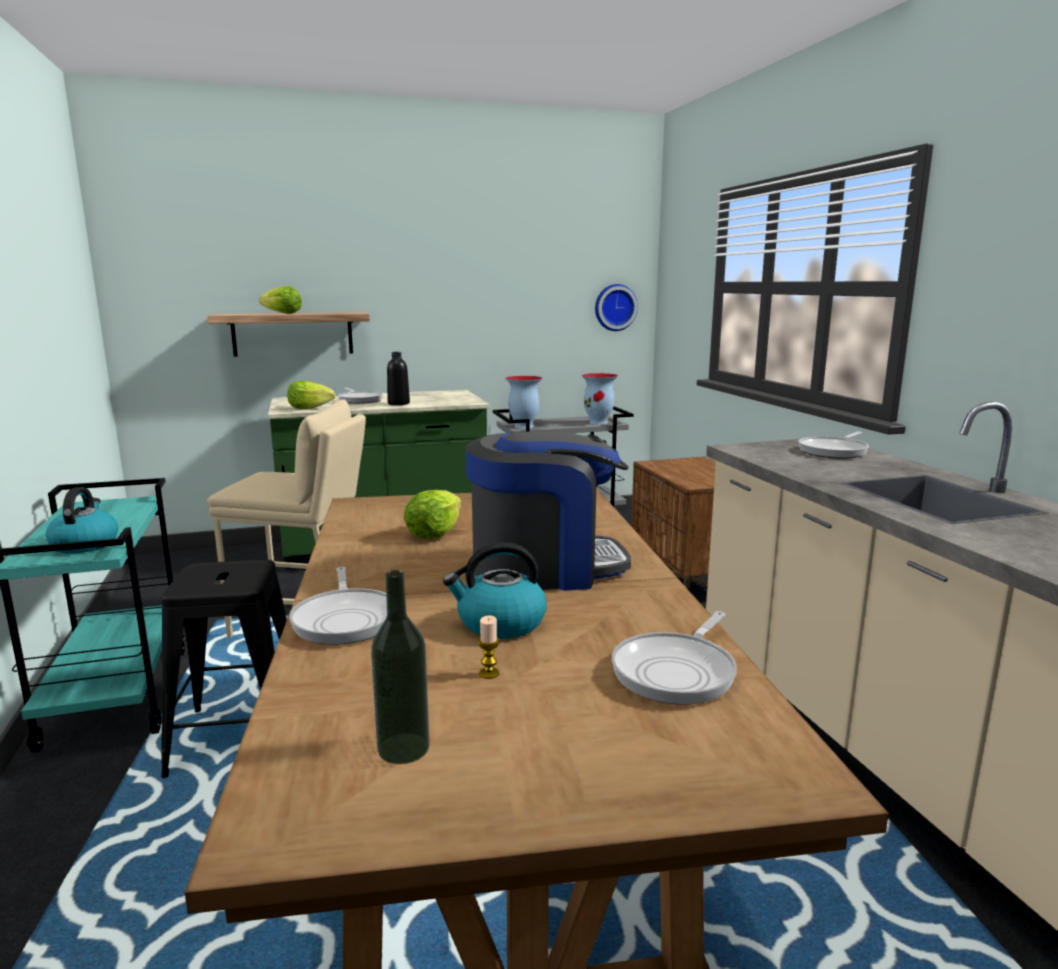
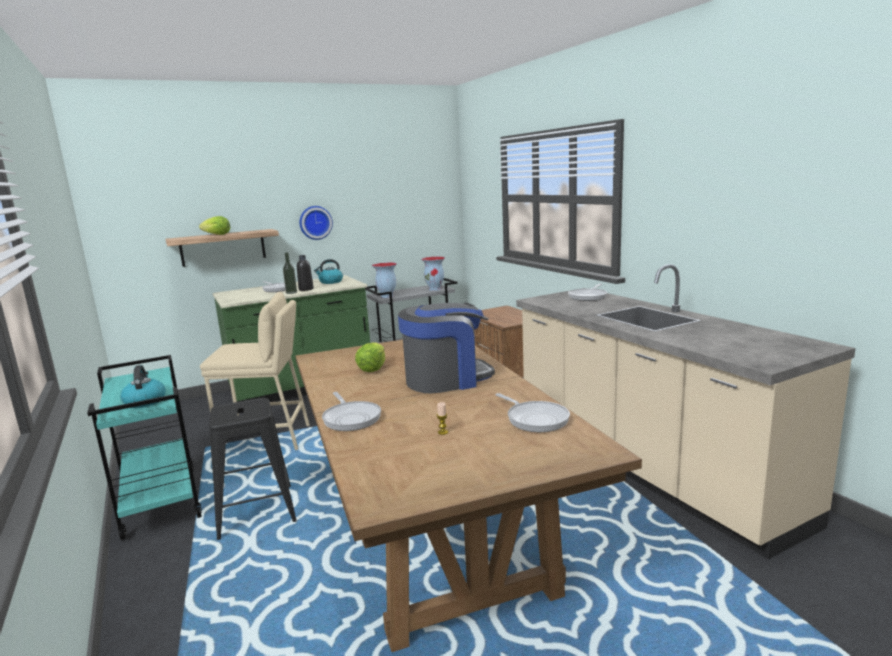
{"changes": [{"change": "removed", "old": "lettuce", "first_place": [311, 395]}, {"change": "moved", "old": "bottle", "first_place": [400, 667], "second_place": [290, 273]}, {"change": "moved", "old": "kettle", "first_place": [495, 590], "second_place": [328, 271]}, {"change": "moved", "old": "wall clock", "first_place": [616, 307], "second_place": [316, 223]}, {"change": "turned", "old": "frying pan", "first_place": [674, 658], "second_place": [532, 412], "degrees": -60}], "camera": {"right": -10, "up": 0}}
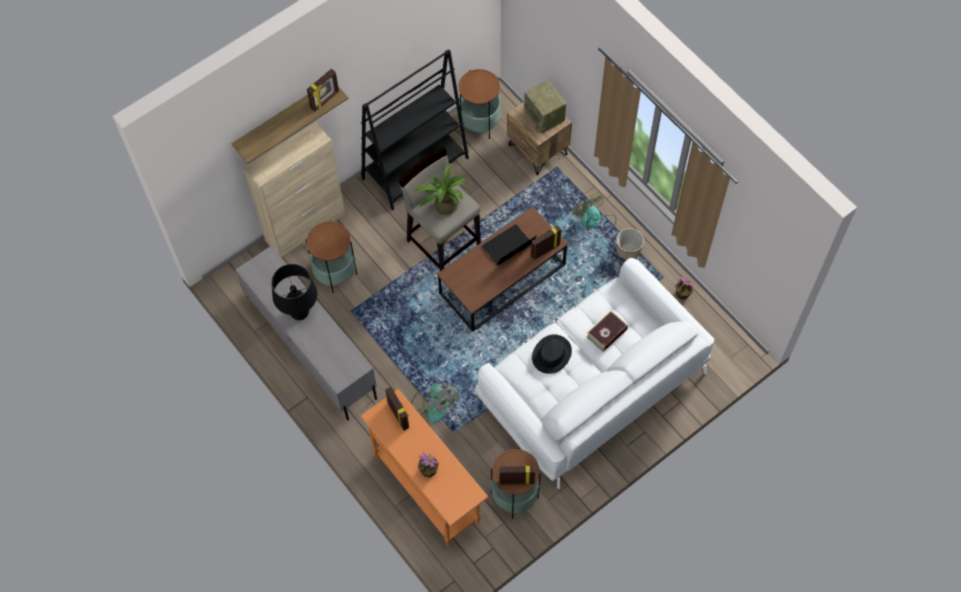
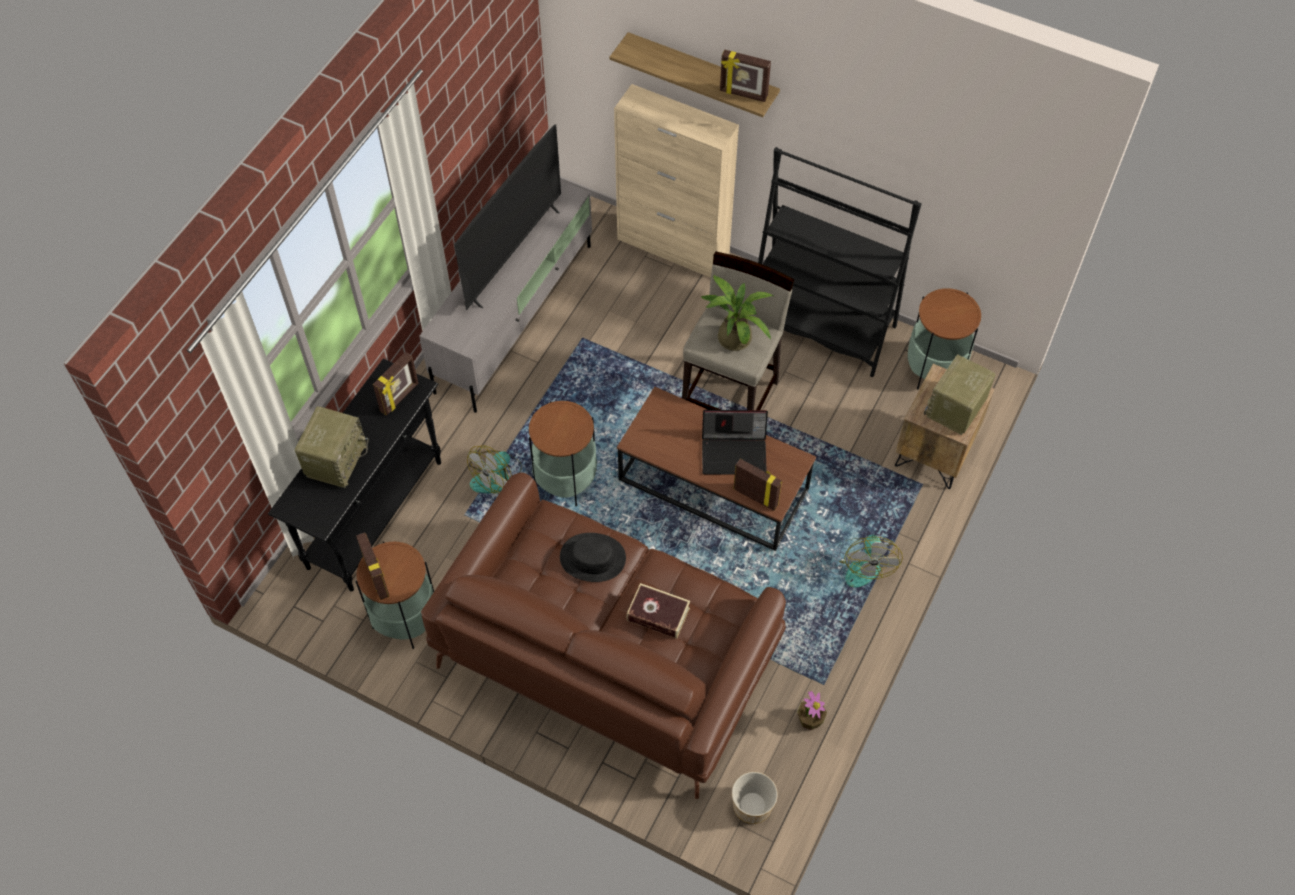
{"changes": [{"change": "replaced", "old": "table lamp in black", "new": "television", "first_place": [294, 292], "second_place": [507, 217]}, {"change": "moved", "old": "side table", "first_place": [331, 257], "second_place": [563, 453]}, {"change": "recoloured", "old": "console table in orange", "new": "console table in black", "first_place": [424, 468], "second_place": [354, 475]}, {"change": "replaced", "old": "potted plant", "new": "radio", "first_place": [428, 465], "second_place": [332, 447]}, {"change": "recoloured", "old": "sofa in white", "new": "sofa in brown", "first_place": [594, 373], "second_place": [603, 635]}, {"change": "turned", "old": "laptop", "first_place": [509, 244], "second_place": [735, 442], "degrees": 150}, {"change": "turned", "old": "fan", "first_place": [594, 215], "second_place": [871, 561], "degrees": 150}, {"change": "moved", "old": "planter", "first_place": [630, 244], "second_place": [755, 798]}], "camera": {"right": 65, "up": -5}}
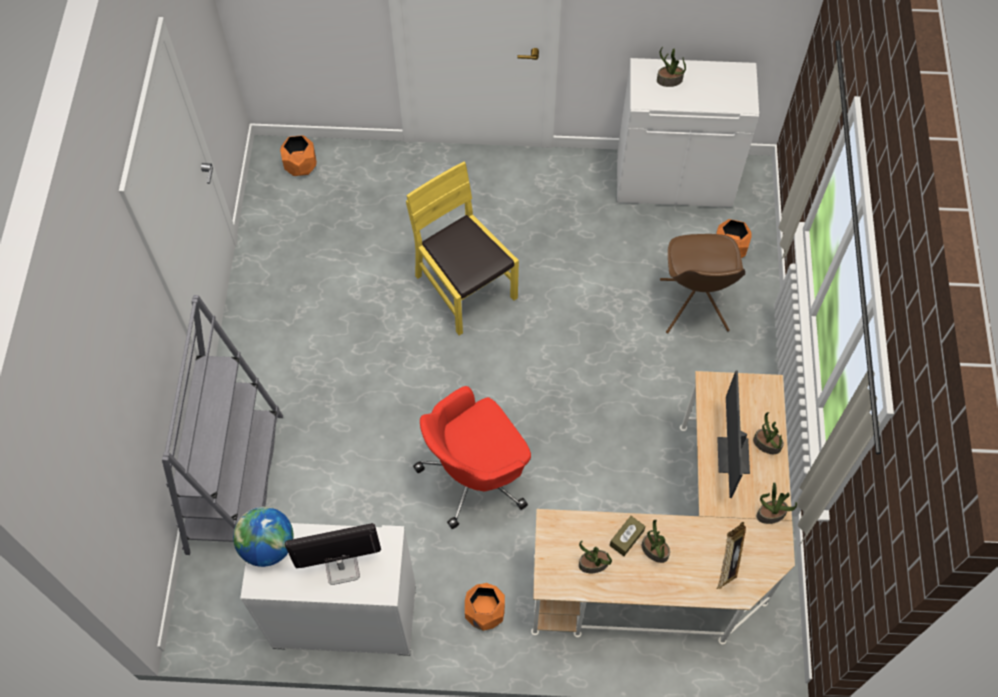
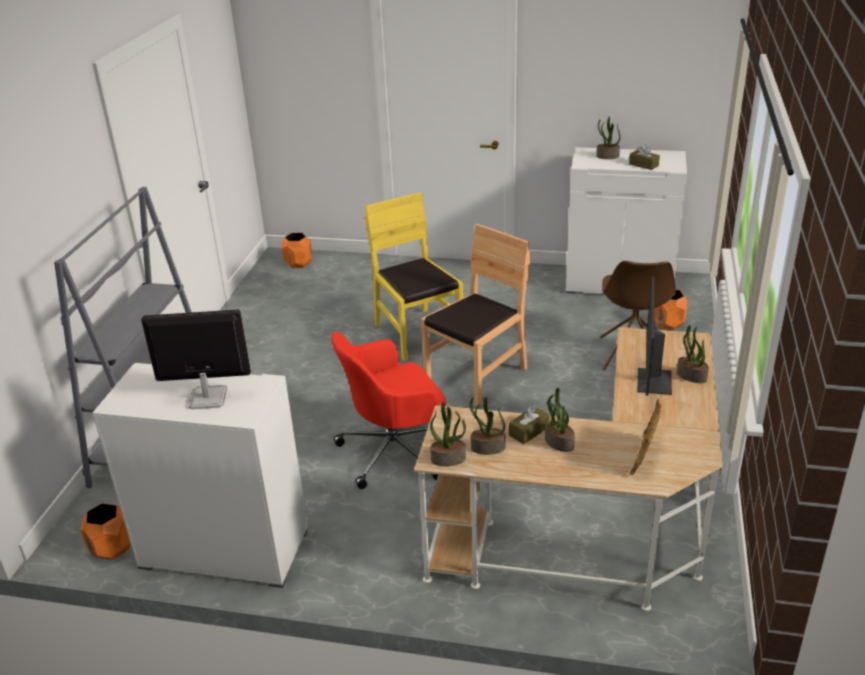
{"changes": [{"change": "removed", "old": "globe", "first_place": [263, 537]}, {"change": "moved", "old": "planter in orange", "first_place": [485, 607], "second_place": [105, 531]}, {"change": "moved", "old": "potted plant", "first_place": [777, 503], "second_place": [448, 433]}, {"change": "added", "new": "chair in brown", "second_place": [476, 315]}, {"change": "added", "new": "tissue box in brown", "second_place": [644, 157]}], "camera": {"right": 10, "up": -30}}
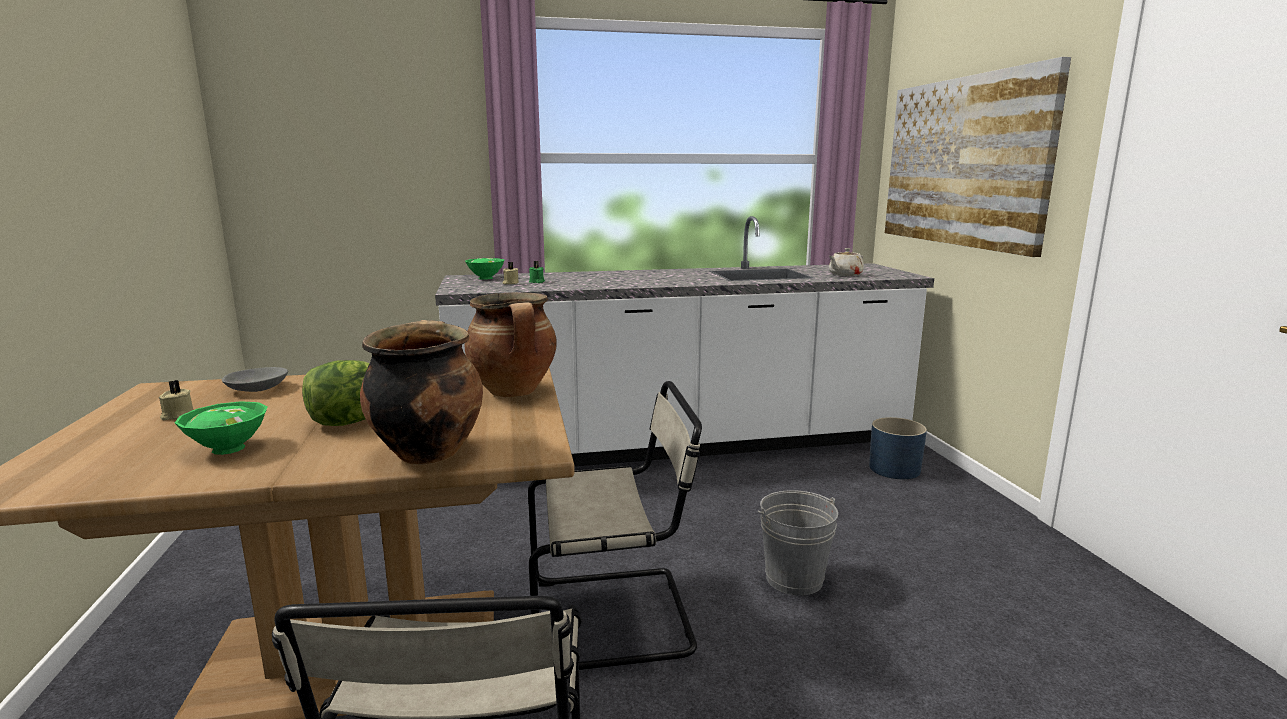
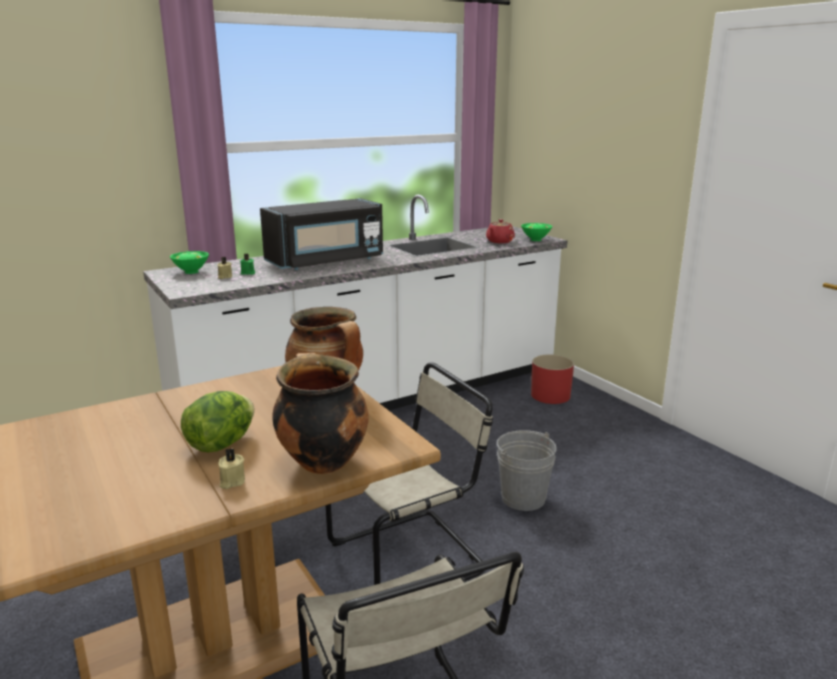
{"changes": [{"change": "moved", "old": "candle in beige", "first_place": [176, 400], "second_place": [231, 468]}, {"change": "moved", "old": "bowl in green", "first_place": [221, 428], "second_place": [536, 232]}, {"change": "removed", "old": "bowl in grey", "first_place": [255, 379]}, {"change": "recoloured", "old": "teapot in beige", "new": "teapot in red", "first_place": [846, 262], "second_place": [500, 231]}, {"change": "recoloured", "old": "planter in blue", "new": "planter in red", "first_place": [898, 448], "second_place": [552, 379]}, {"change": "removed", "old": "picture", "first_place": [978, 157]}, {"change": "added", "new": "microwave in black", "second_place": [321, 234]}], "camera": {"right": -20, "up": 5}}
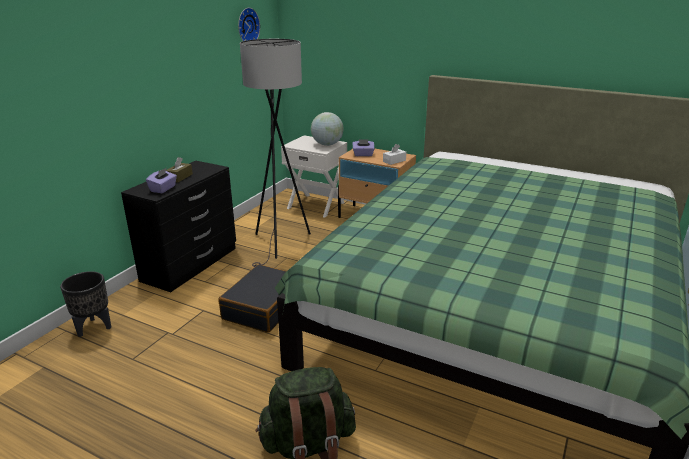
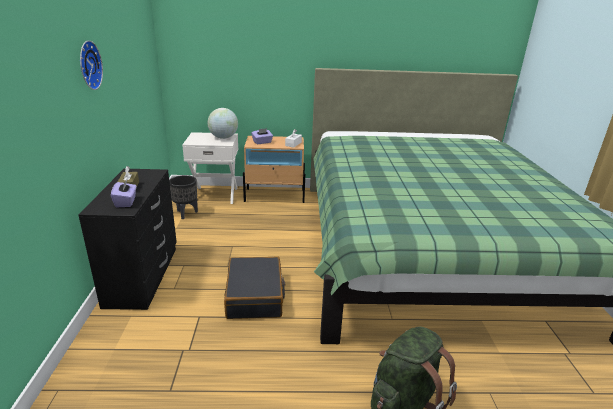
{"changes": [{"change": "moved", "old": "planter in black", "first_place": [85, 304], "second_place": [183, 197]}, {"change": "moved", "old": "wall clock", "first_place": [249, 24], "second_place": [91, 65]}, {"change": "removed", "old": "floor lamp in grey", "first_place": [275, 153]}], "camera": {"right": -30, "up": 0}}
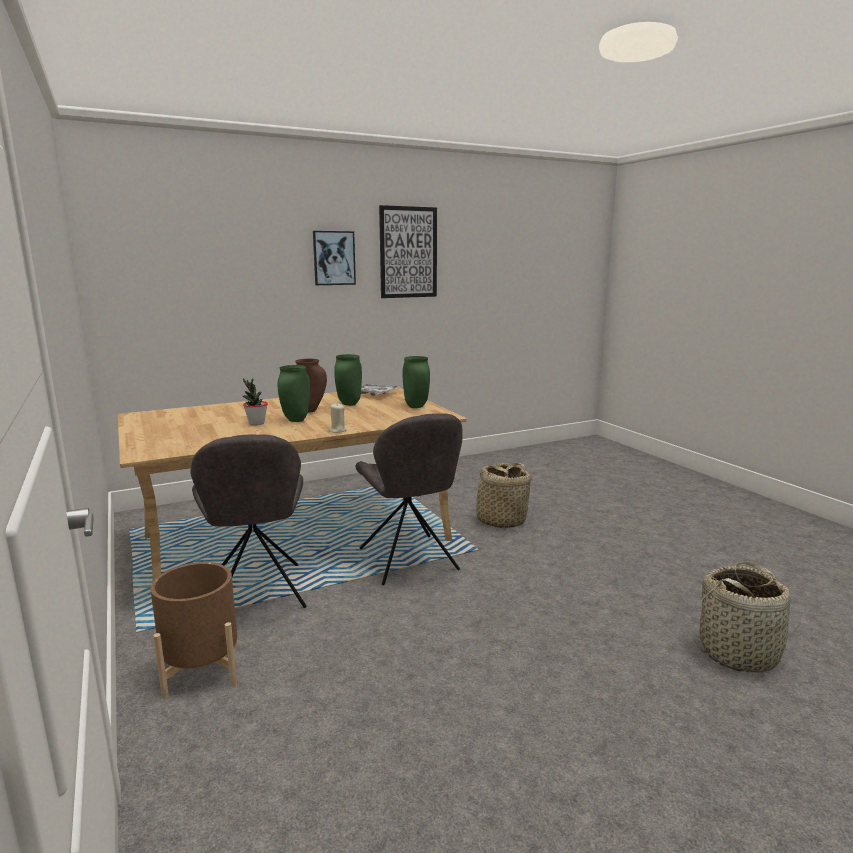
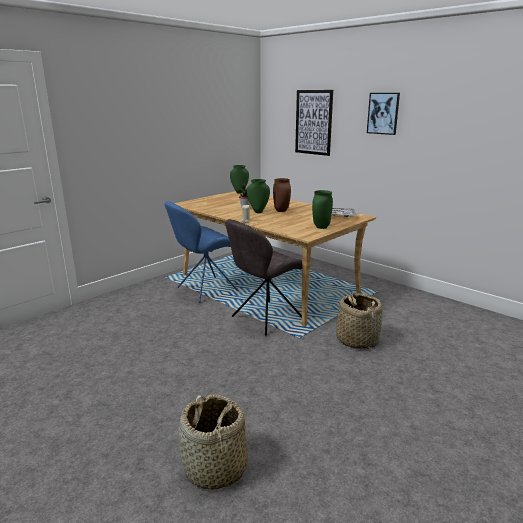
{"changes": [{"change": "removed", "old": "planter in brown", "first_place": [194, 630]}, {"change": "recoloured", "old": "chair in grey", "new": "chair in blue", "first_place": [248, 521], "second_place": [201, 252]}, {"change": "moved", "old": "vase in green", "first_place": [348, 380], "second_place": [239, 179]}, {"change": "moved", "old": "picture", "first_place": [408, 251], "second_place": [314, 123]}], "camera": {"right": 70, "up": 5}}
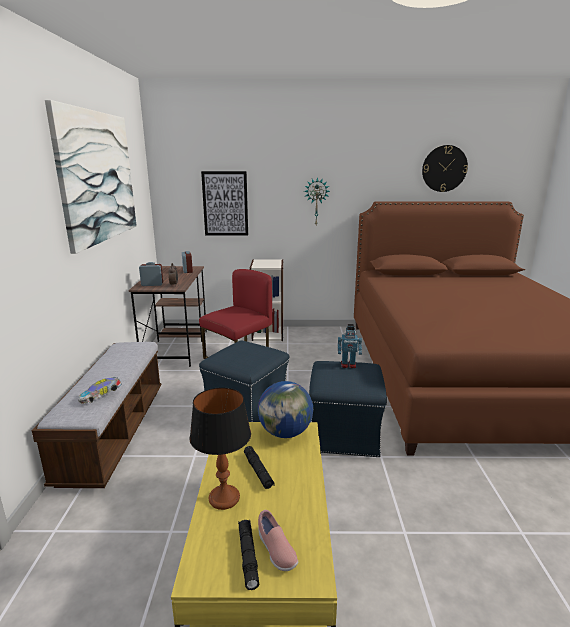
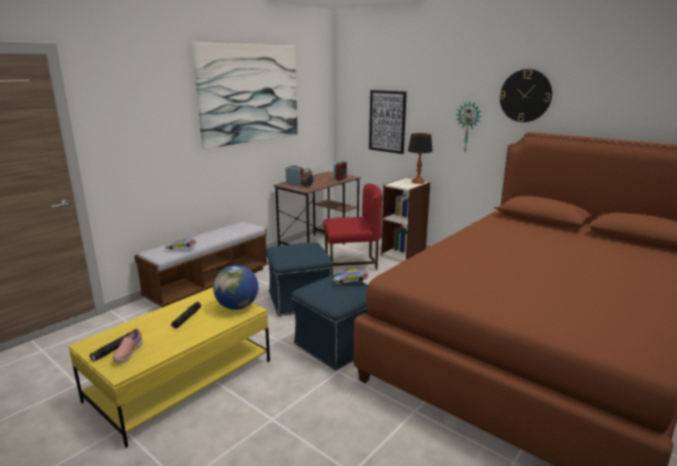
{"changes": [{"change": "moved", "old": "table lamp", "first_place": [220, 448], "second_place": [420, 158]}, {"change": "replaced", "old": "toy robot", "new": "toy car", "first_place": [350, 346], "second_place": [351, 277]}, {"change": "moved", "old": "wall clock", "first_place": [445, 168], "second_place": [525, 95]}], "camera": {"right": 40, "up": 0}}
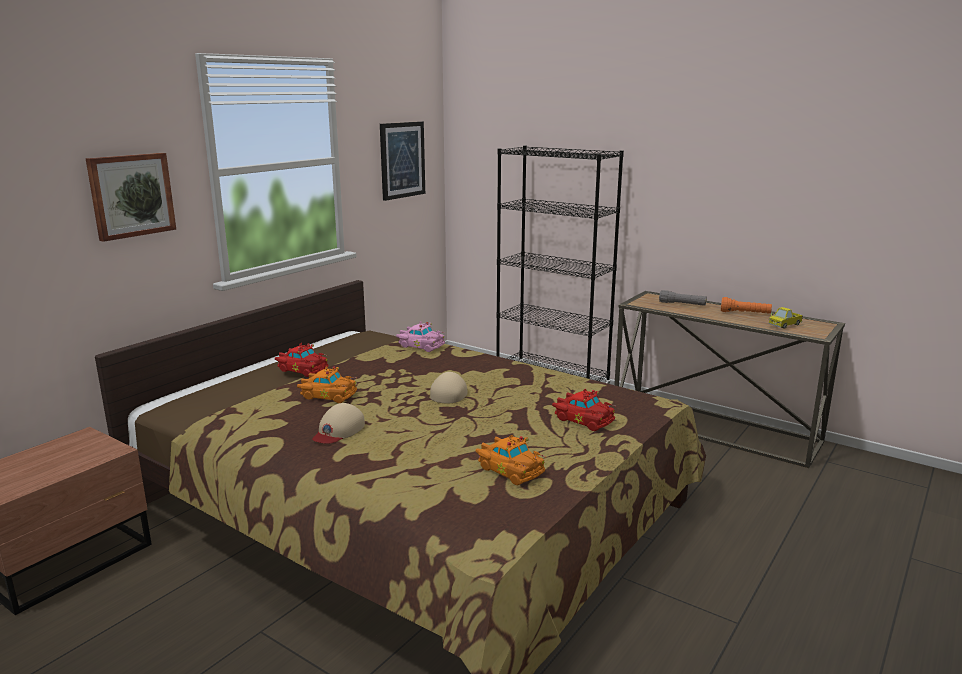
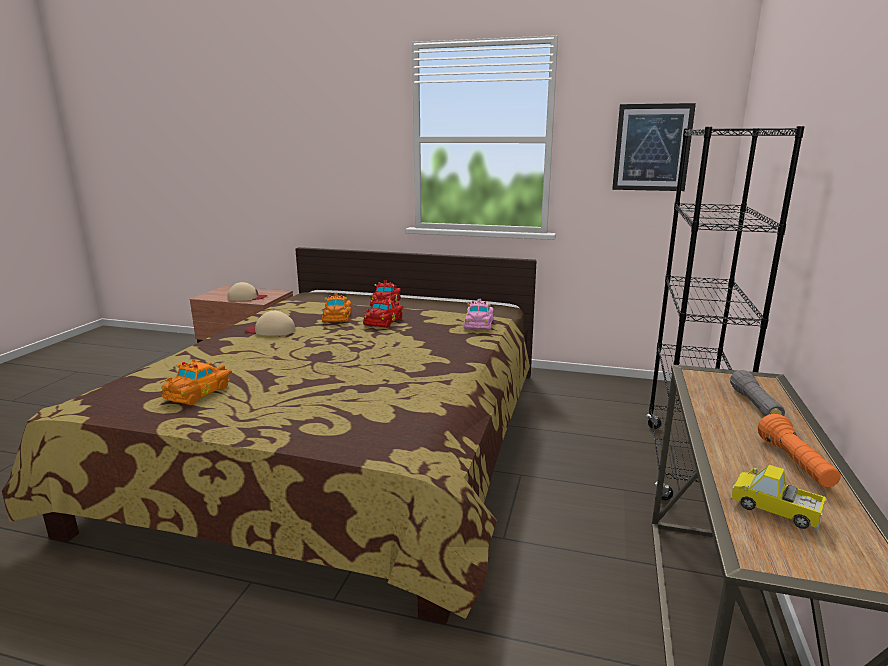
{"changes": [{"change": "removed", "old": "picture", "first_place": [131, 197]}, {"change": "moved", "old": "cap in beige", "first_place": [449, 387], "second_place": [248, 291]}, {"change": "moved", "old": "toy car in red", "first_place": [584, 410], "second_place": [383, 312]}], "camera": {"right": 70, "up": 0}}
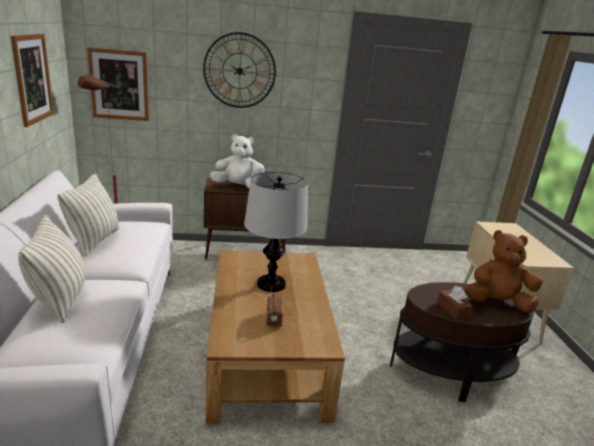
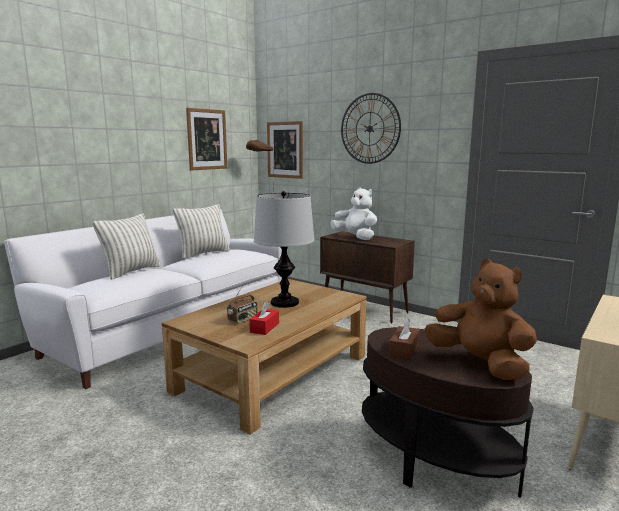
{"changes": [{"change": "added", "new": "tissue box in red", "second_place": [264, 318]}], "camera": {"right": 45, "up": -10}}
